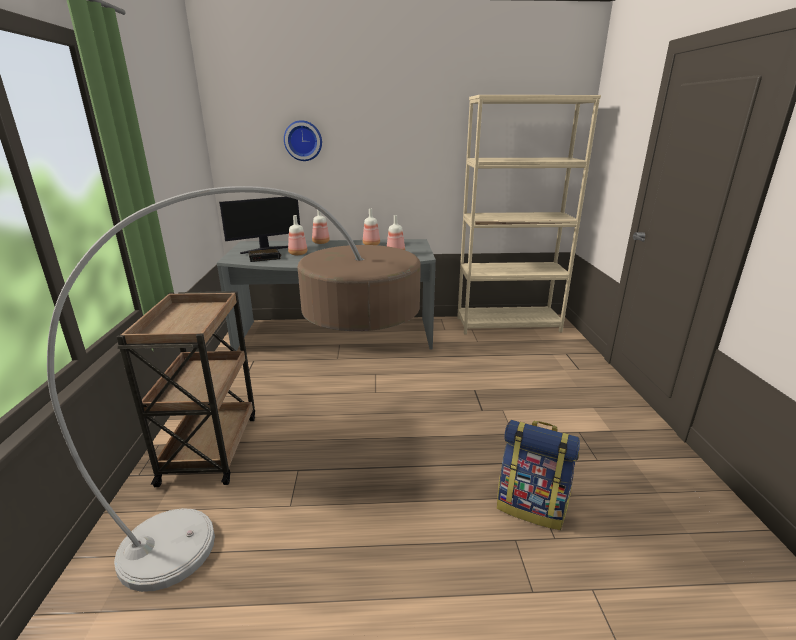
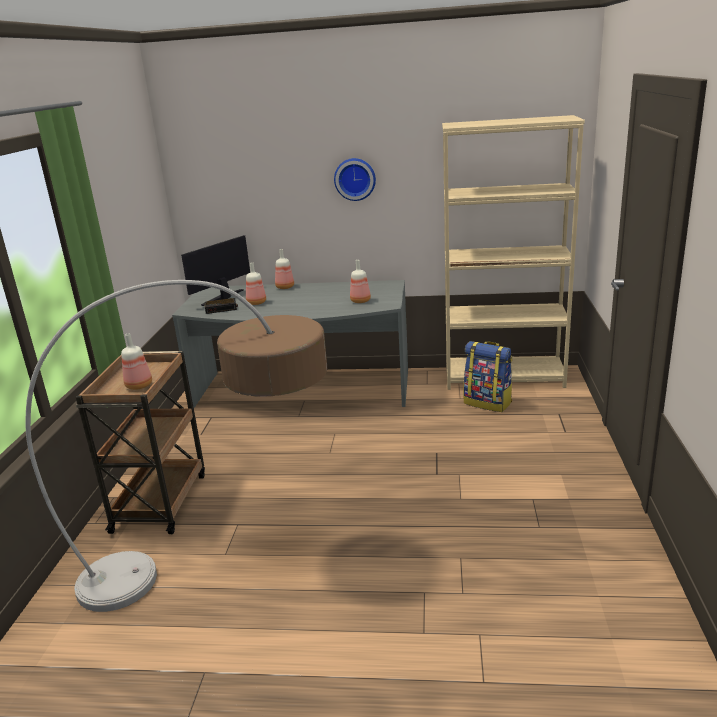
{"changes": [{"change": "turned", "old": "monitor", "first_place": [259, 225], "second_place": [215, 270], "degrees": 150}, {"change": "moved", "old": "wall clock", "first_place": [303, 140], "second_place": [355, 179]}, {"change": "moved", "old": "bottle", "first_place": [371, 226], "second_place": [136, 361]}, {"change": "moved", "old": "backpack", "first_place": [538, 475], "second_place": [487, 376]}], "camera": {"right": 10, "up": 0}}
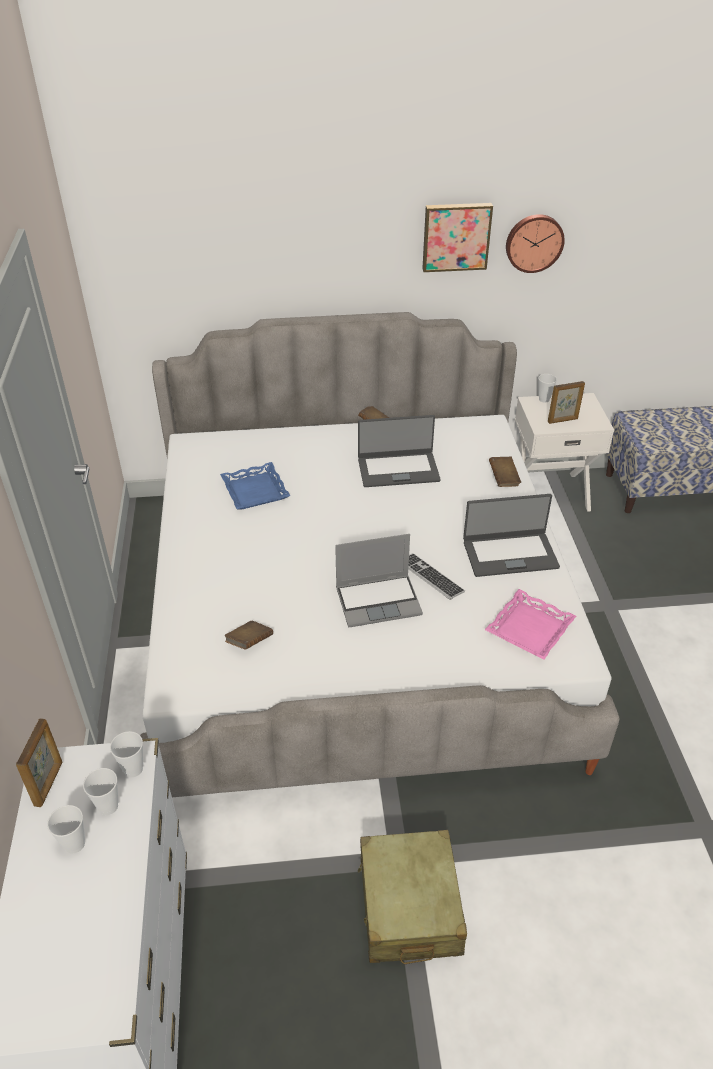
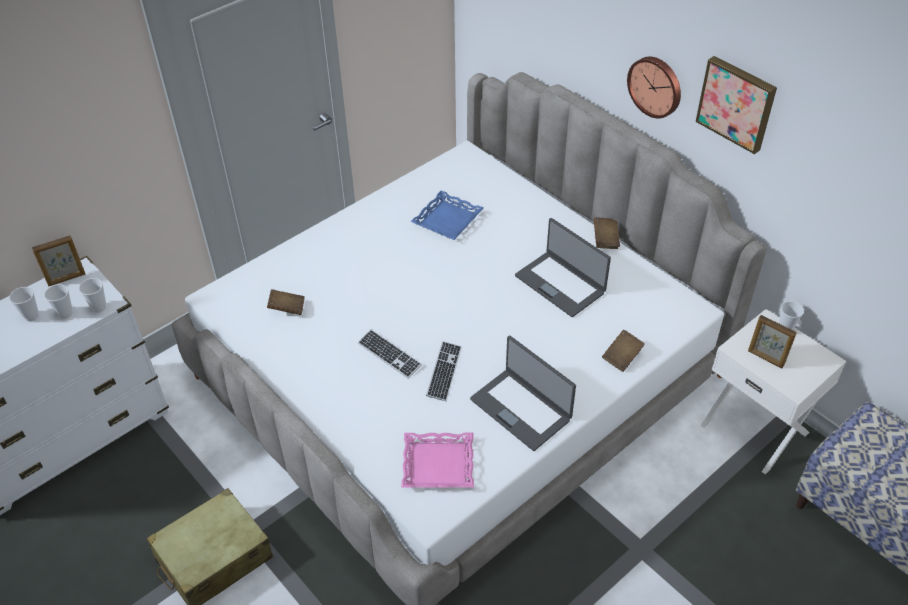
{"changes": [{"change": "replaced", "old": "laptop", "new": "keyboard", "first_place": [379, 580], "second_place": [390, 354]}, {"change": "moved", "old": "wall clock", "first_place": [535, 243], "second_place": [654, 87]}], "camera": {"right": 55, "up": 5}}
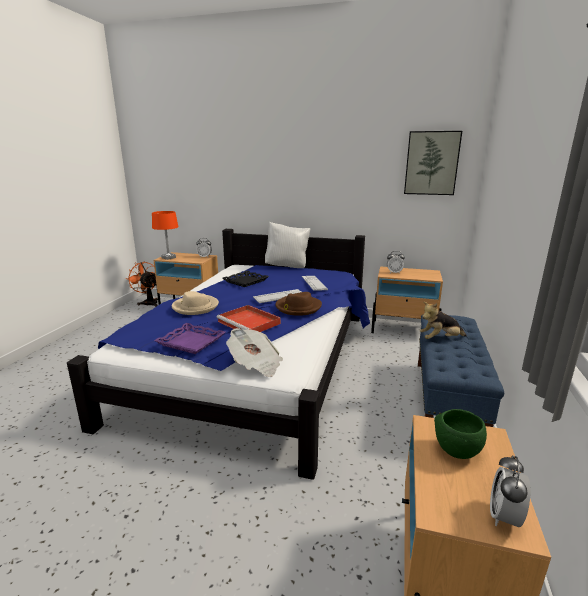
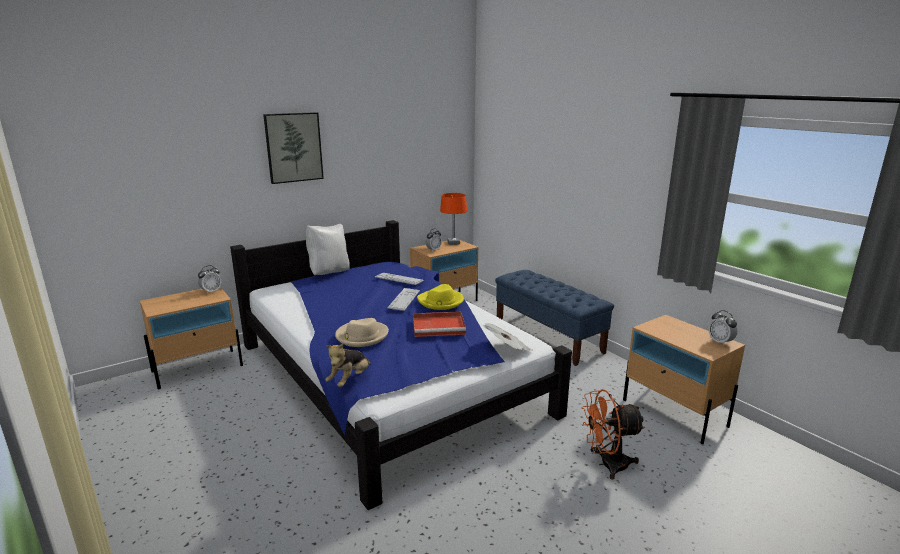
{"changes": [{"change": "moved", "old": "fan in orange", "first_place": [142, 284], "second_place": [613, 434]}, {"change": "moved", "old": "table lamp in orange", "first_place": [165, 235], "second_place": [453, 219]}, {"change": "removed", "old": "tray in purple", "first_place": [189, 338]}, {"change": "removed", "old": "tray in black", "first_place": [245, 279]}, {"change": "recoloured", "old": "hat in brown", "new": "hat in yellow", "first_place": [298, 304], "second_place": [440, 297]}, {"change": "moved", "old": "picture", "first_place": [433, 163], "second_place": [293, 148]}, {"change": "moved", "old": "plush toy", "first_place": [443, 320], "second_place": [348, 365]}, {"change": "removed", "old": "bowl in green", "first_place": [460, 434]}], "camera": {"right": -50, "up": 0}}
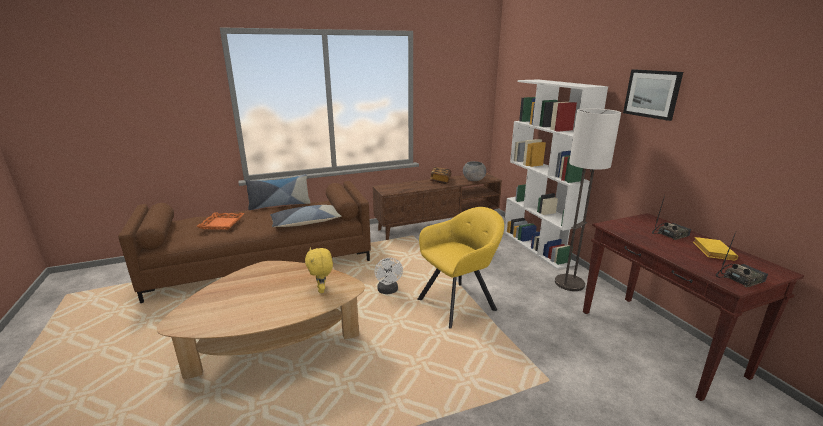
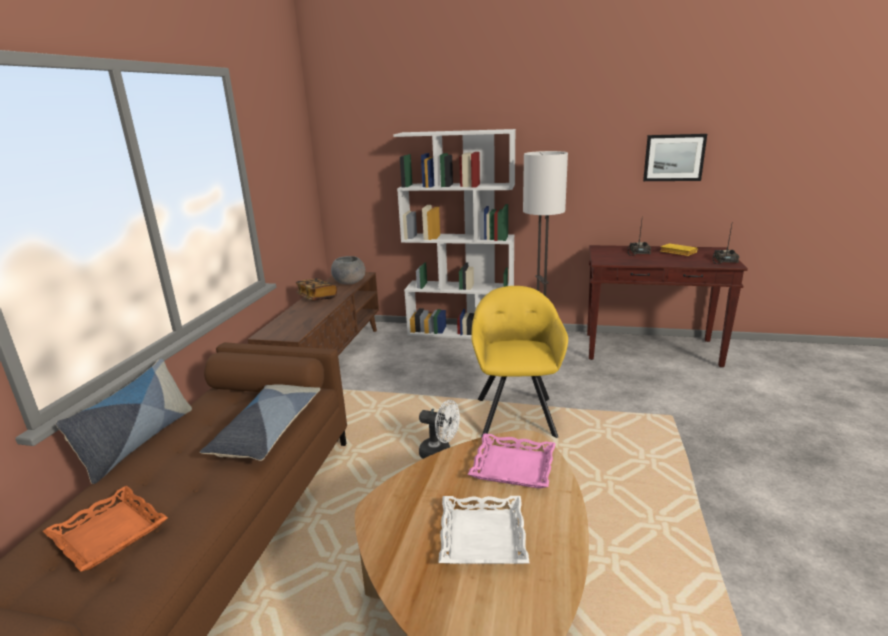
{"changes": [{"change": "replaced", "old": "plush toy in yellow", "new": "tray in pink", "first_place": [319, 270], "second_place": [512, 460]}, {"change": "moved", "old": "picture", "first_place": [653, 95], "second_place": [675, 157]}, {"change": "added", "new": "tray in white", "second_place": [484, 530]}], "camera": {"right": -55, "up": 0}}
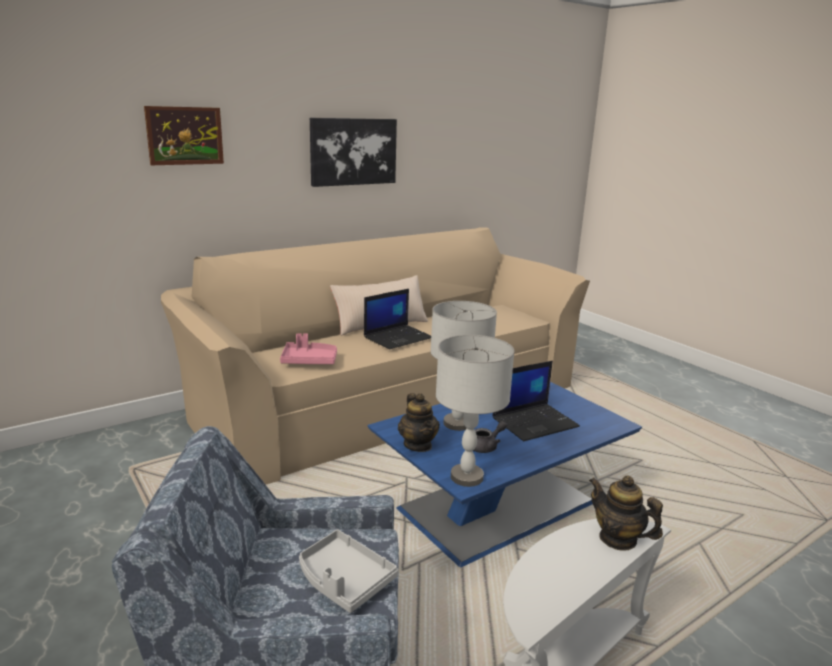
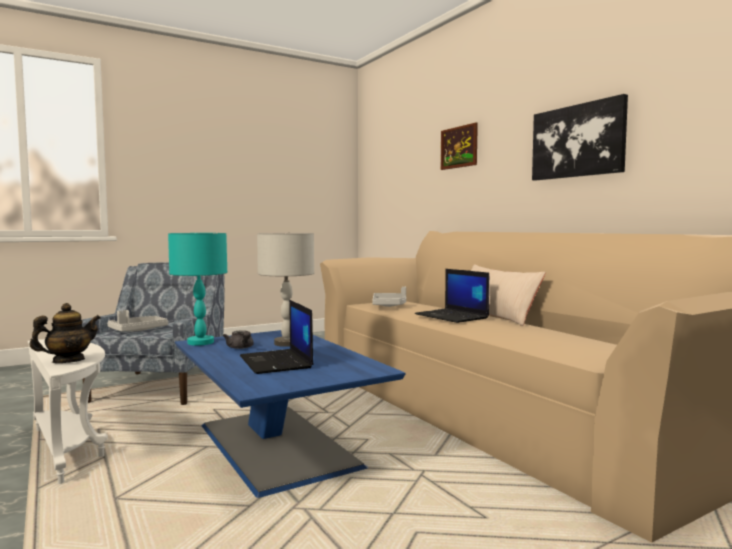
{"changes": [{"change": "recoloured", "old": "tray in pink", "new": "tray in grey", "first_place": [308, 348], "second_place": [389, 297]}, {"change": "removed", "old": "teapot", "first_place": [419, 422]}, {"change": "recoloured", "old": "table lamp in grey", "new": "table lamp in turquoise", "first_place": [475, 411], "second_place": [197, 289]}], "camera": {"right": 95, "up": -15}}
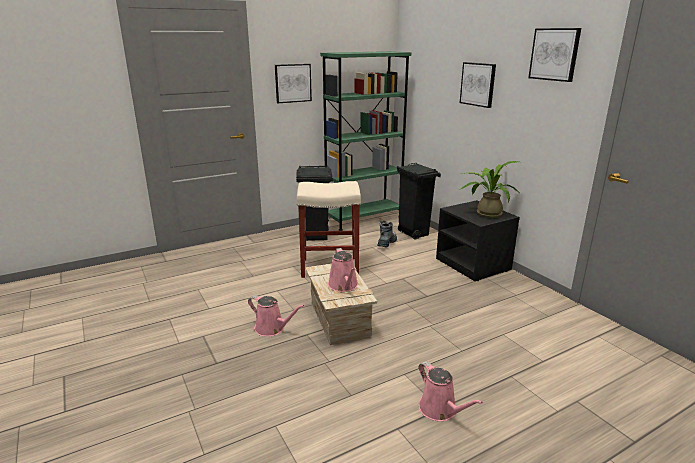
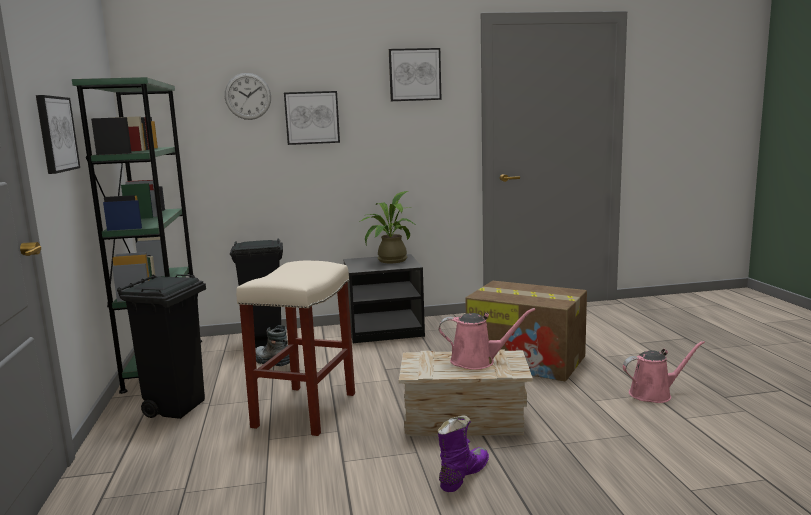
{"changes": [{"change": "replaced", "old": "watering can in pink", "new": "boot in purple", "first_place": [276, 316], "second_place": [463, 454]}, {"change": "added", "new": "wall clock", "second_place": [248, 96]}, {"change": "added", "new": "cardboard box", "second_place": [526, 331]}], "camera": {"right": -70, "up": -10}}
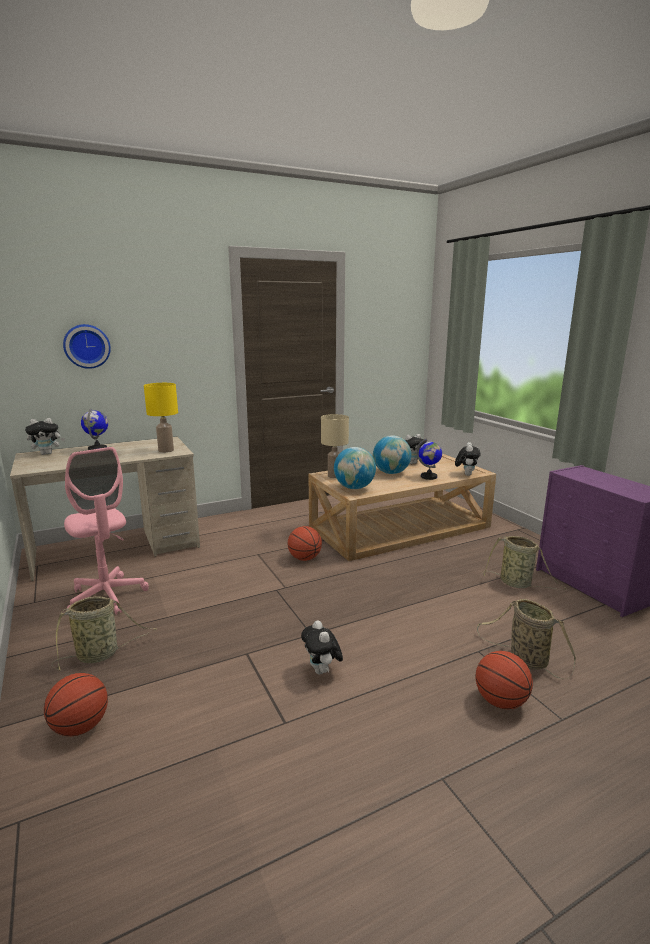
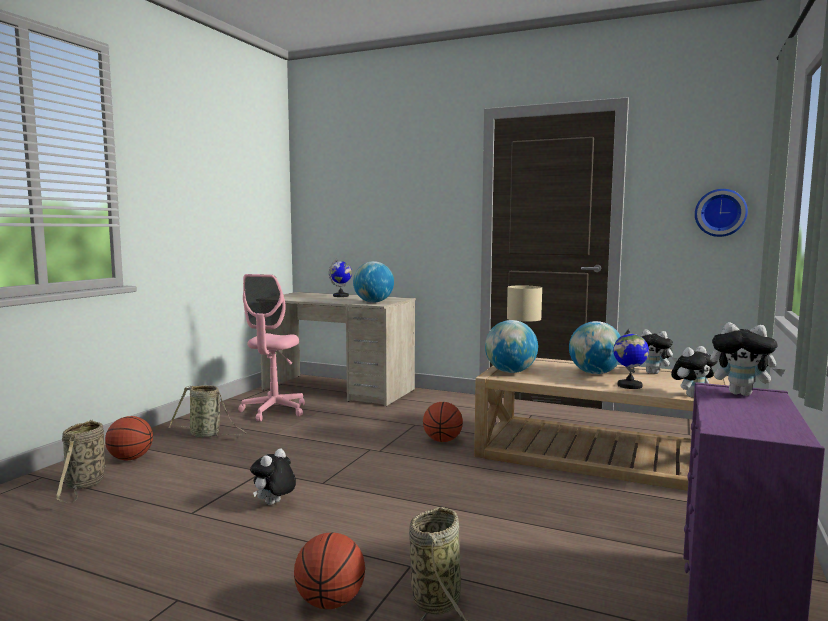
{"changes": [{"change": "moved", "old": "plush toy", "first_place": [45, 436], "second_place": [747, 359]}, {"change": "moved", "old": "wall clock", "first_place": [87, 346], "second_place": [721, 213]}, {"change": "replaced", "old": "table lamp in yellow", "new": "globe", "first_place": [161, 418], "second_place": [373, 282]}, {"change": "moved", "old": "basket", "first_place": [525, 562], "second_place": [81, 461]}], "camera": {"right": 50, "up": -10}}
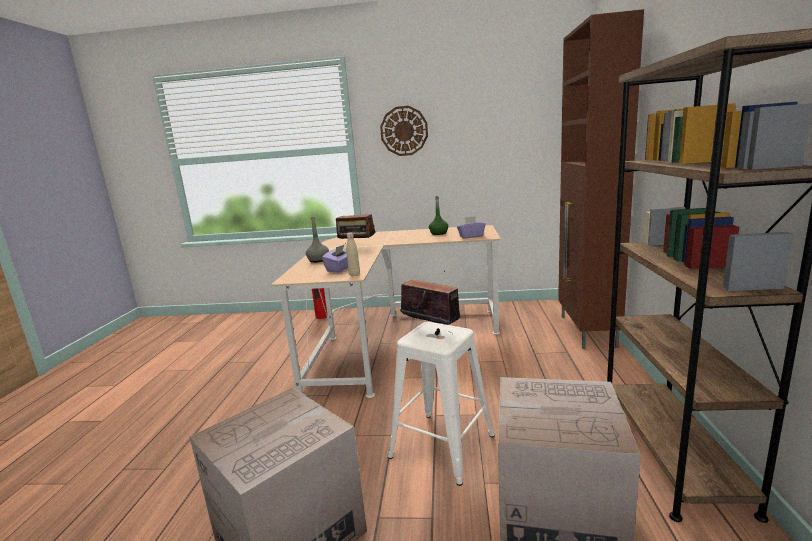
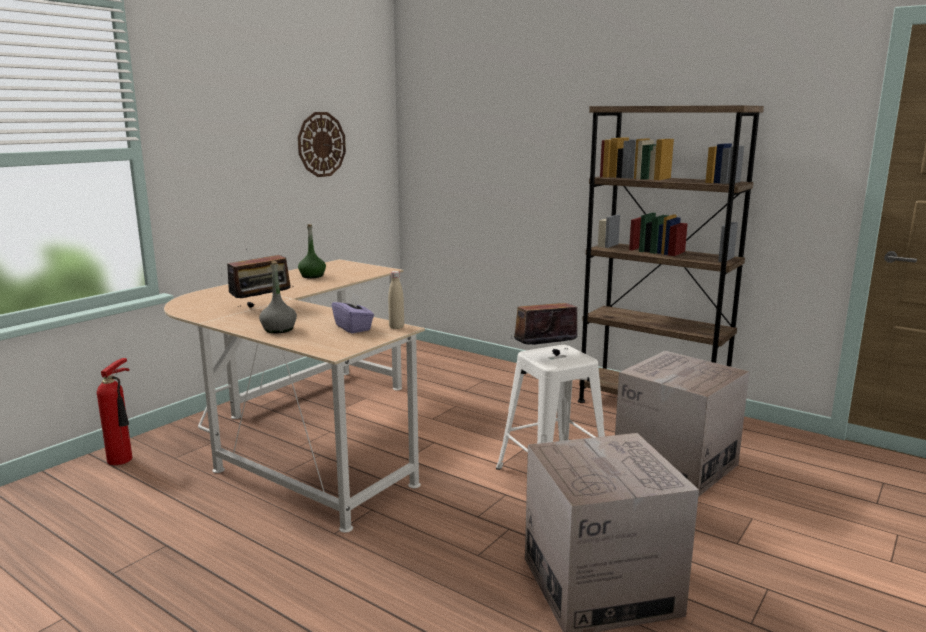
{"changes": [{"change": "moved", "old": "wall clock", "first_place": [404, 131], "second_place": [322, 144]}, {"change": "removed", "old": "tissue box in purple", "first_place": [471, 227]}, {"change": "removed", "old": "cabinet in brown", "first_place": [601, 179]}], "camera": {"right": -60, "up": 0}}
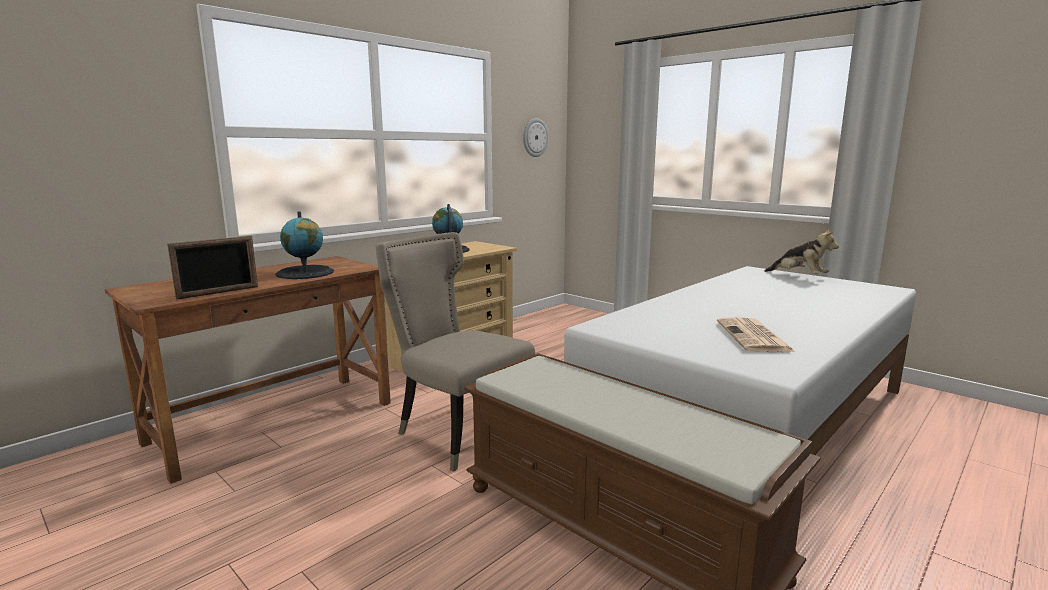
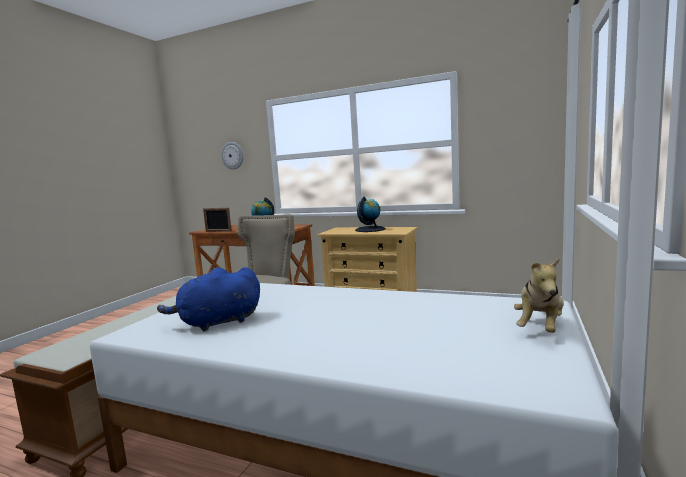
{"changes": [{"change": "moved", "old": "wall clock", "first_place": [536, 137], "second_place": [232, 156]}, {"change": "replaced", "old": "newspaper", "new": "plush toy in blue", "first_place": [756, 334], "second_place": [208, 299]}], "camera": {"right": 70, "up": -5}}
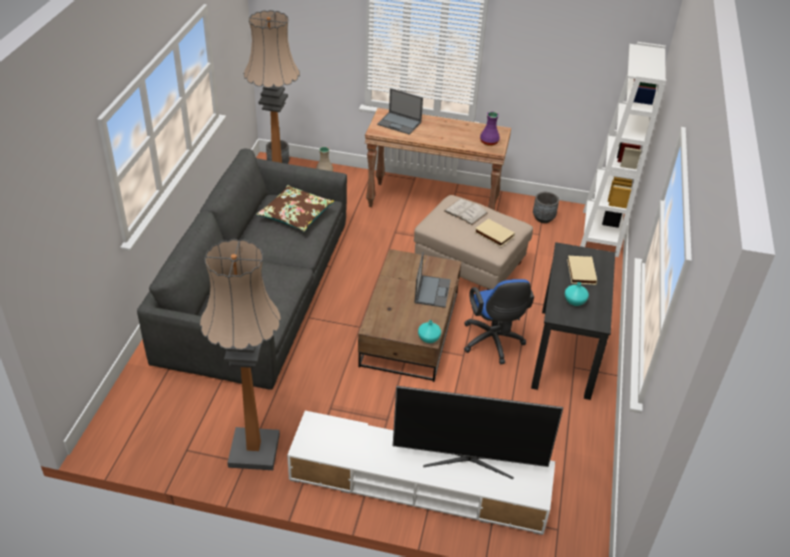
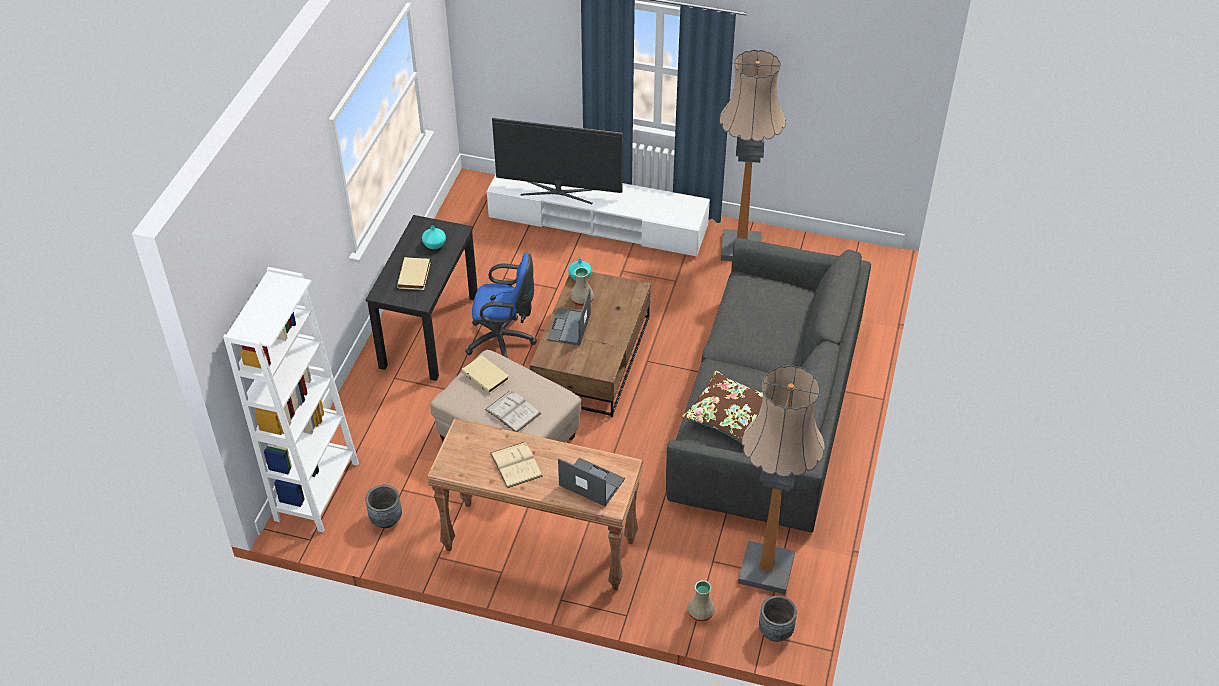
{"changes": [{"change": "turned", "old": "office chair in blue", "first_place": [499, 321], "second_place": [501, 305], "degrees": 105}, {"change": "removed", "old": "vase in purple", "first_place": [490, 128]}, {"change": "added", "new": "book in beige", "second_place": [516, 465]}, {"change": "added", "new": "vase in beige", "second_place": [582, 286]}], "camera": {"right": -175, "up": 5}}
